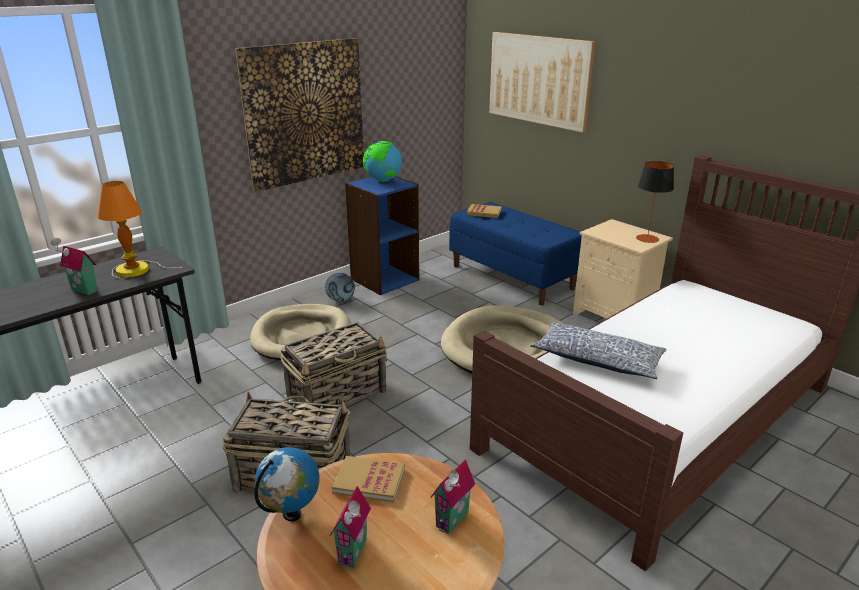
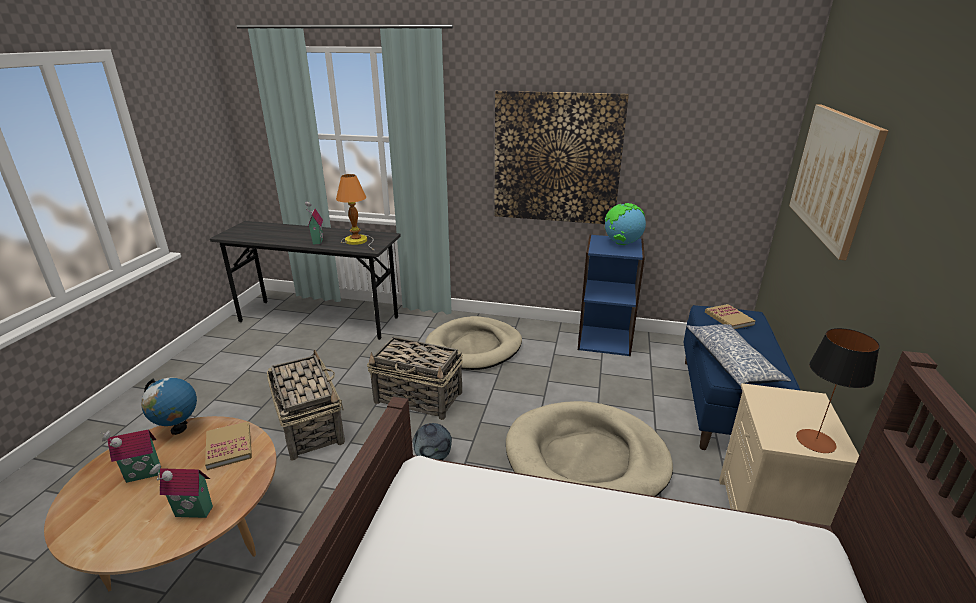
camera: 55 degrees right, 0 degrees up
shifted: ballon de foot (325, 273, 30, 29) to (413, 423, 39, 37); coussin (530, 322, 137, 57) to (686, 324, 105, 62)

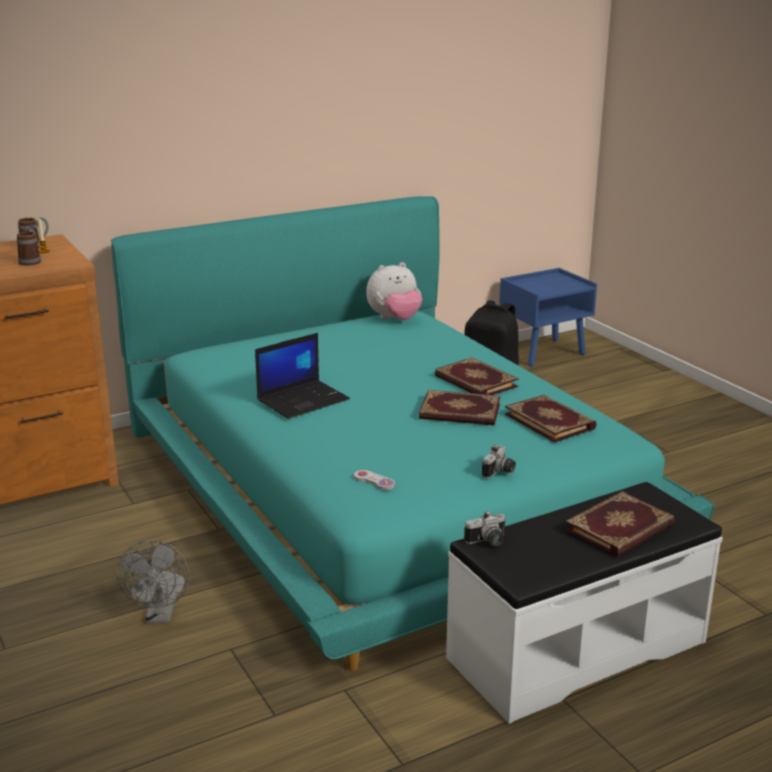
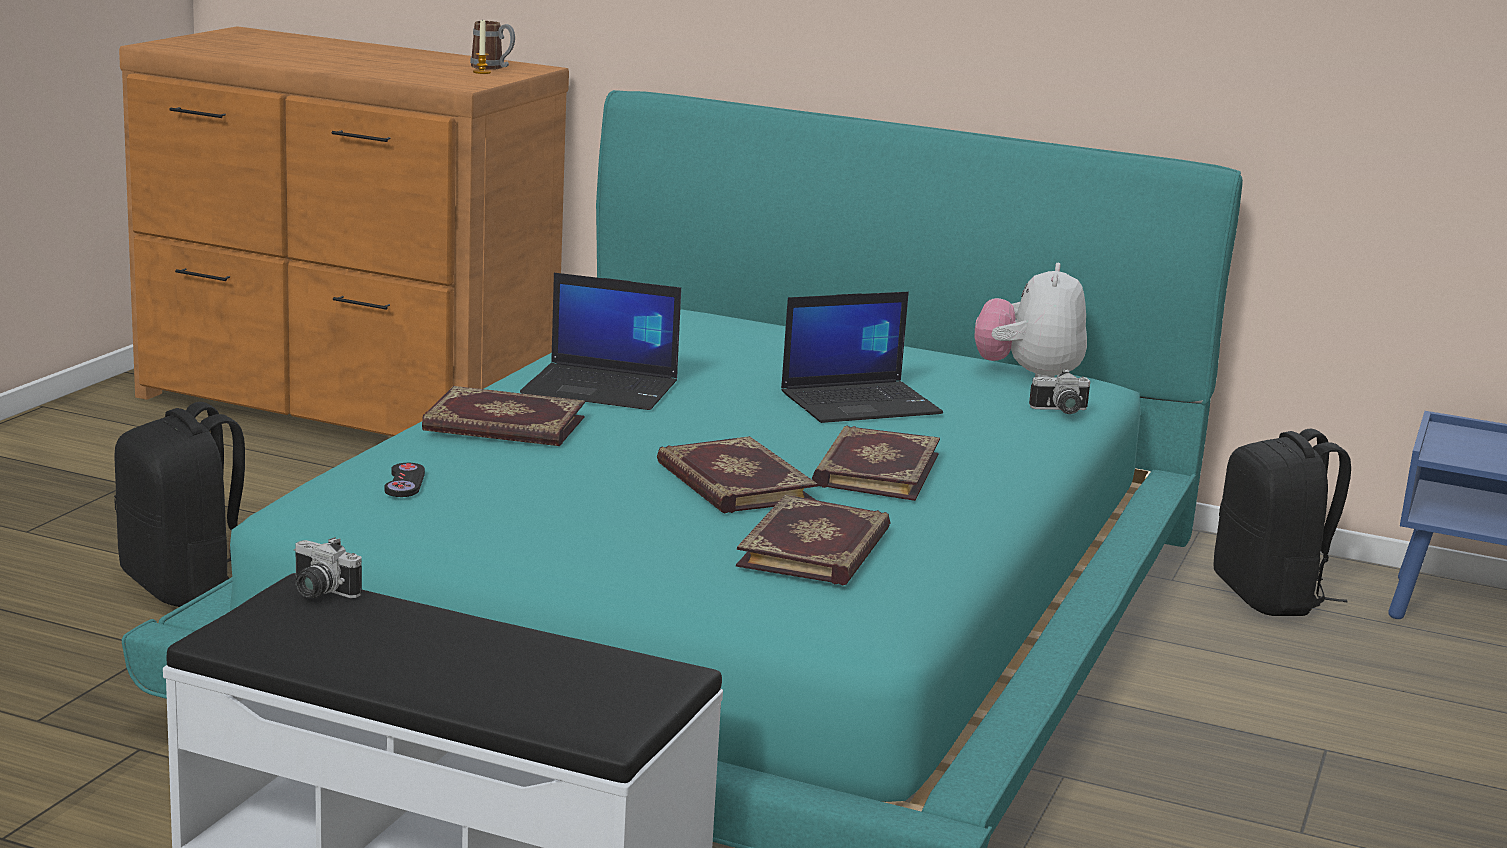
camera: 50 degrees right, 5 degrees down
gone: mug (17, 229, 24, 37)
new: ordinateur portable (781, 292, 162, 131)
shifted: appareil photo (482, 445, 34, 33) to (1029, 369, 61, 45); livre (565, 491, 110, 66) to (422, 386, 163, 60)
swapped: ventilateur (gris) (117, 540, 73, 84) to sac à dos (noir) (114, 402, 131, 205)
repainted: manette (blanc) (354, 470, 41, 20) to manette (noir) (385, 463, 40, 34)
rotated: peluche (366, 262, 56, 58) = (974, 263, 113, 115) 75 degrees clockwise

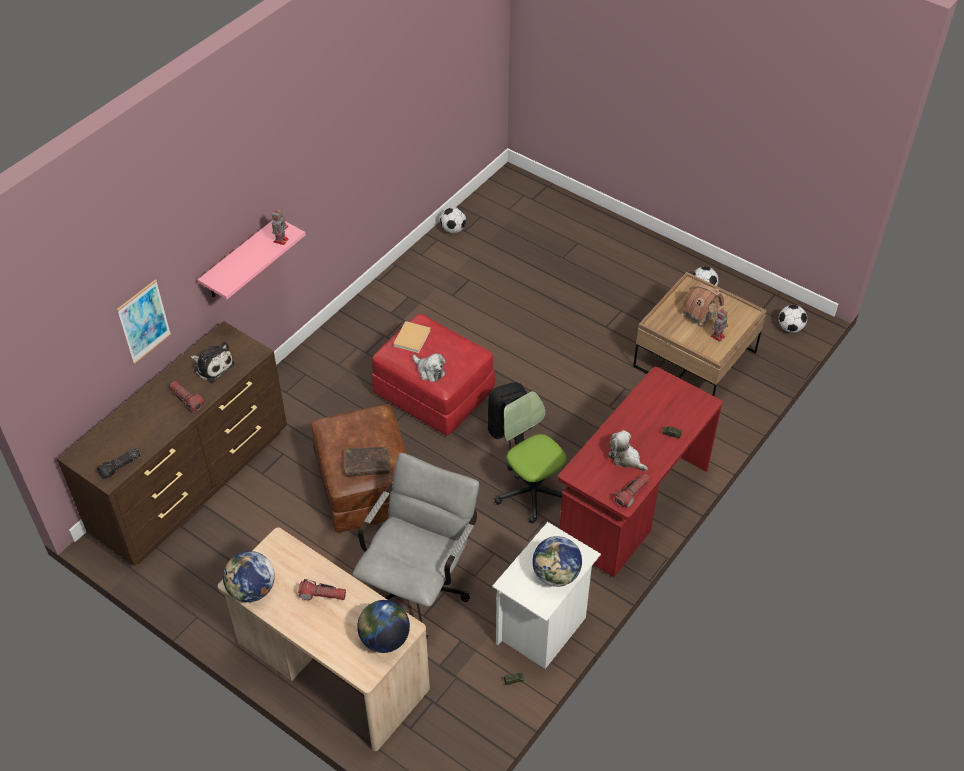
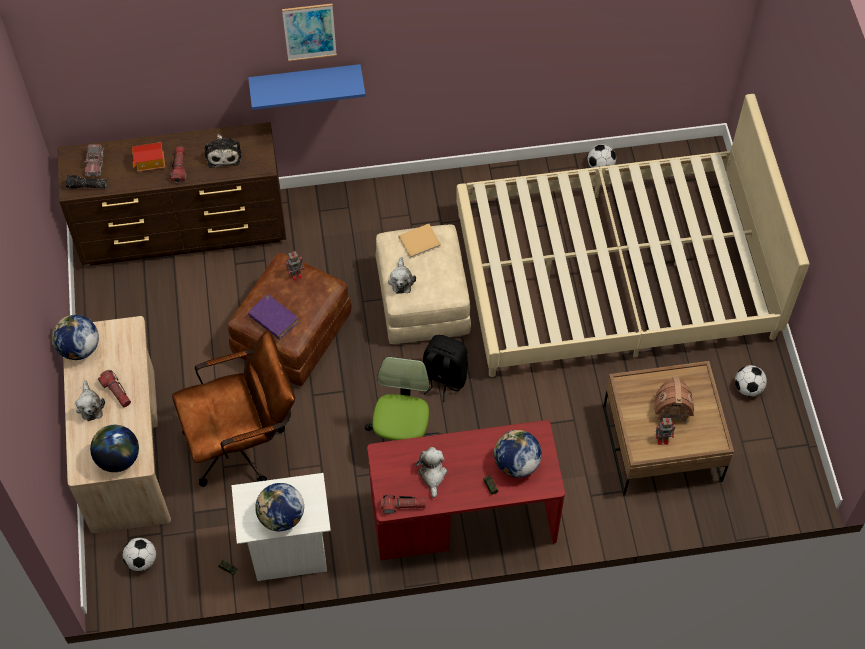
camera: 45 degrees right, 10 degrees up
new: lit (beige) (456, 94, 353, 283); maison miniature (132, 142, 33, 30); camion jouet (84, 144, 20, 32); peluche (75, 381, 30, 40); globe (494, 430, 48, 48)
shifted: robot jouet (272, 209, 16, 36) to (286, 251, 18, 30); tableau (117, 279, 54, 85) to (282, 4, 55, 57); ballon de foot (779, 305, 28, 28) to (122, 538, 34, 33)
repainted: étagère (rose) (198, 220, 108, 79) to étagère (bleu) (248, 64, 118, 46); pouf (rouge) (372, 314, 123, 122) to pouf (beige) (375, 225, 96, 119); livre (marron) (345, 447, 45, 29) to livre (violet) (248, 294, 51, 45); chaise de bureau (gris) (352, 453, 127, 185) to chaise de bureau (marron) (172, 330, 123, 157)

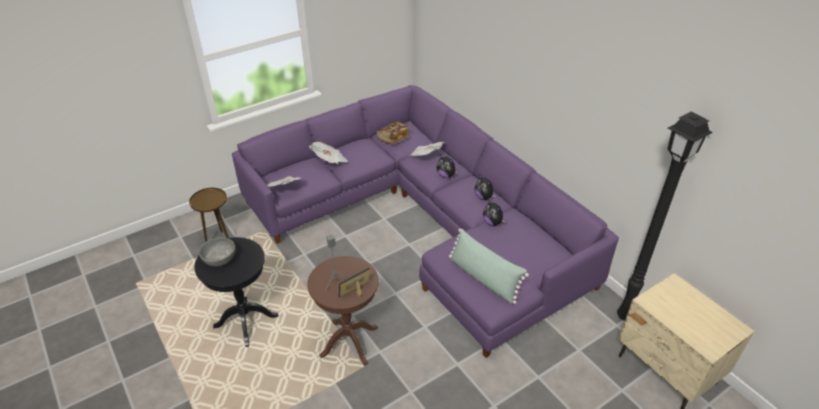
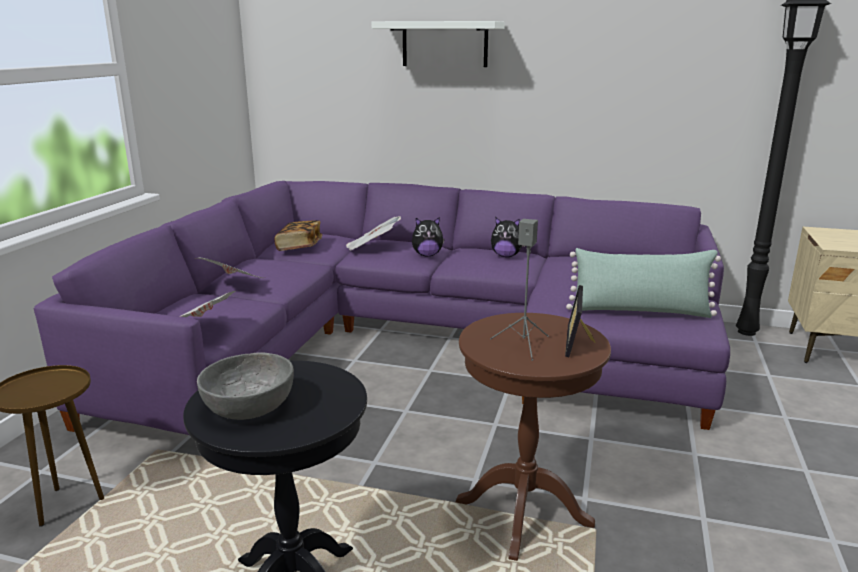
camera: 40 degrees left, 20 degrees down
gone: peluche (483, 199, 23, 27)
new: étagère (blanc) (372, 21, 133, 46)

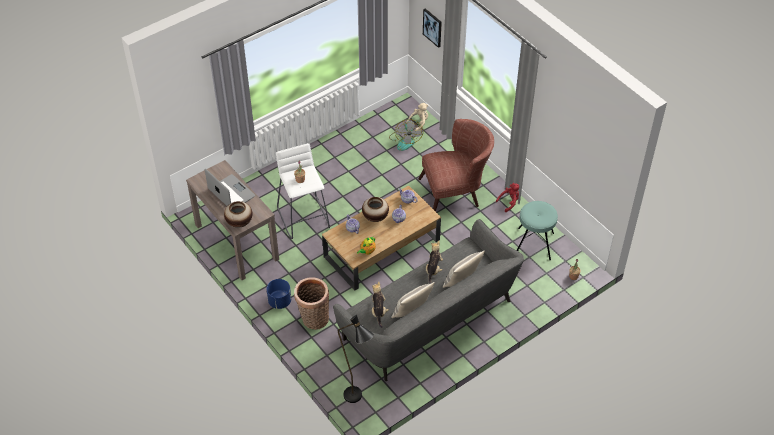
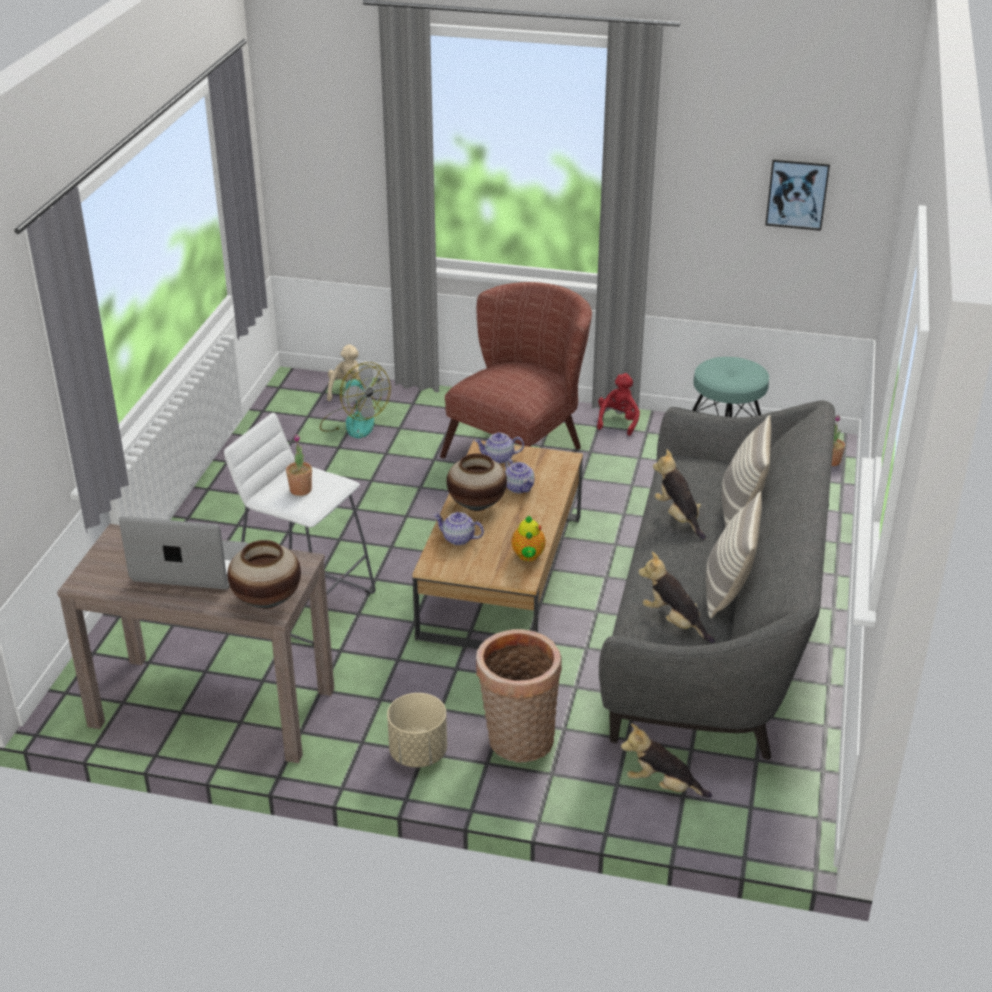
camera: 40 degrees left, 15 degrees down
gone: lampadaire (noir) (338, 315, 36, 88)
new: peluche (621, 723, 91, 75)
shifted: tableau (423, 8, 19, 40) to (765, 158, 65, 73)
repainted: cache-pot (bleu) (266, 279, 25, 30) to cache-pot (beige) (387, 693, 60, 75)

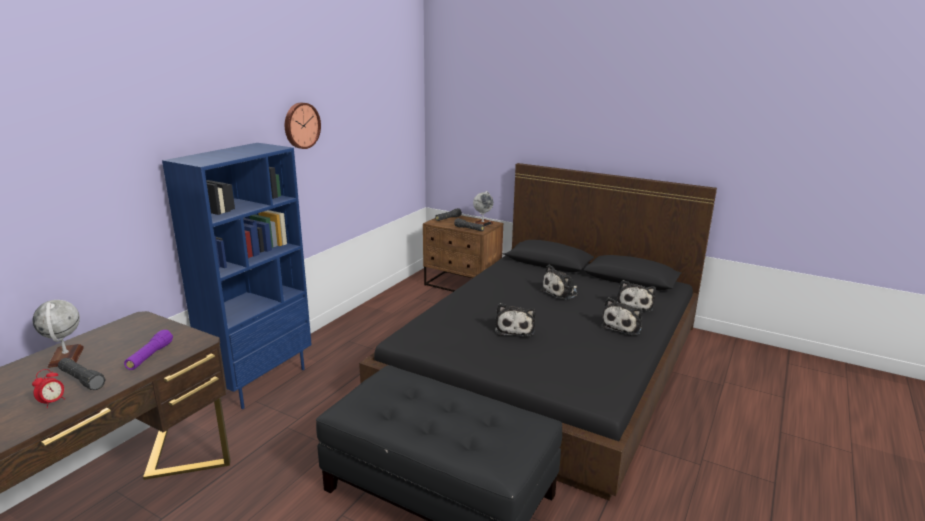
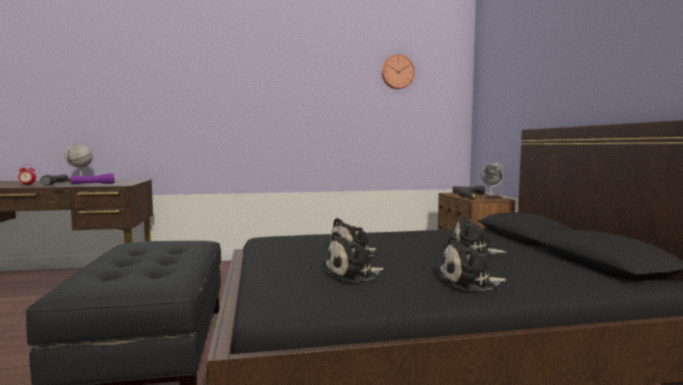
camera: 50 degrees right, 15 degrees down
gone: bibliothèque (bleu) (162, 143, 150, 266)
shifted: horloge murale (285, 103, 36, 46) to (381, 54, 34, 35); peluche (617, 280, 39, 32) to (323, 231, 61, 51)

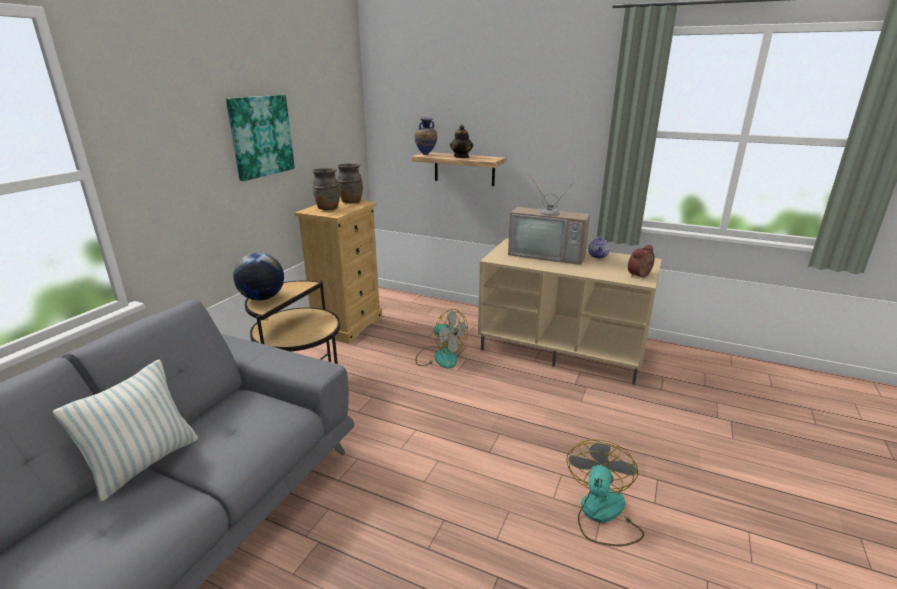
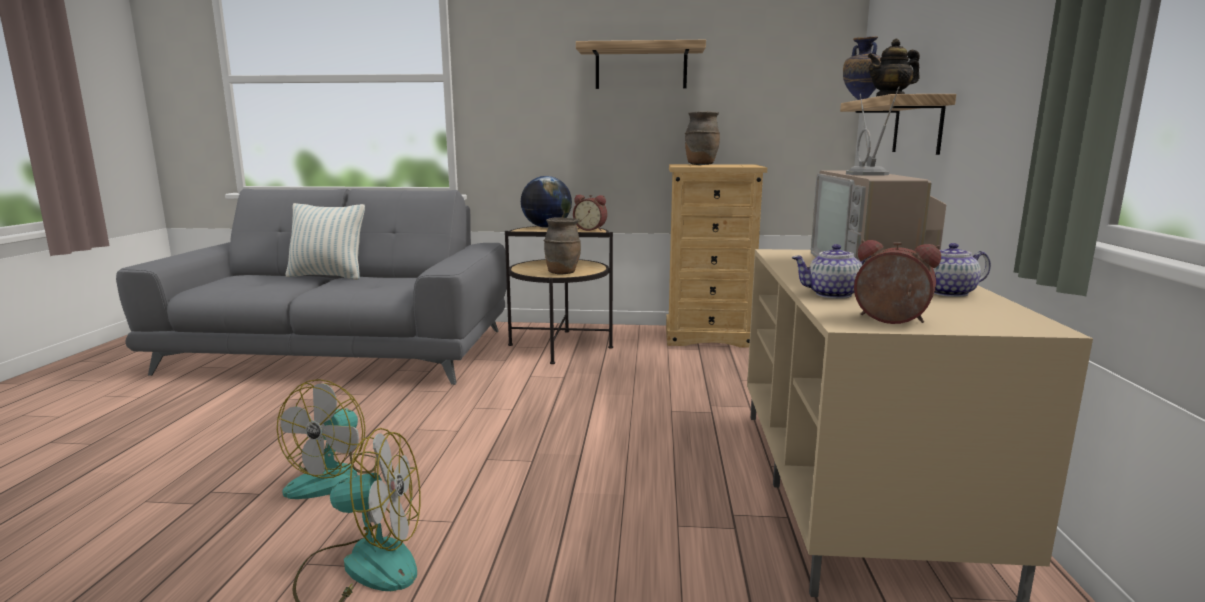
camera: 70 degrees right, 10 degrees down
new: réveil (573, 195, 34, 36); théière (792, 244, 79, 55)
shifted: vase (marron) (337, 163, 26, 40) to (544, 217, 37, 58); ventilateur (416, 309, 52, 60) to (277, 379, 101, 120)
swapped: tableau (226, 95, 69, 86) to étagère (576, 40, 130, 49)

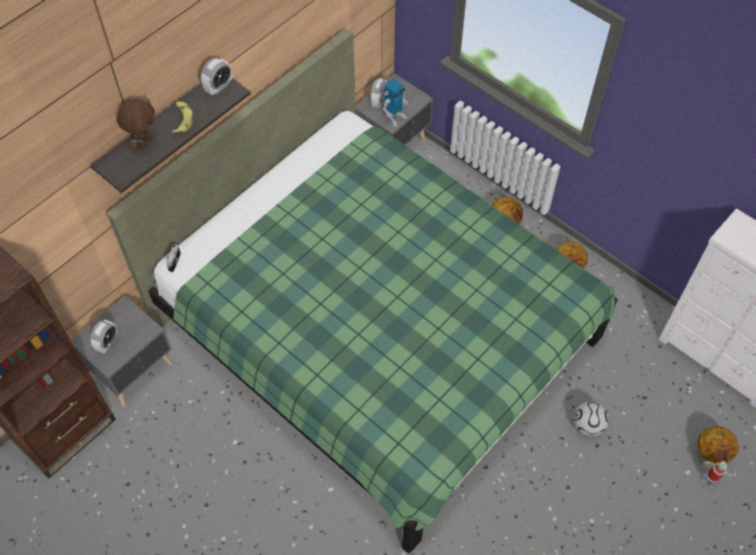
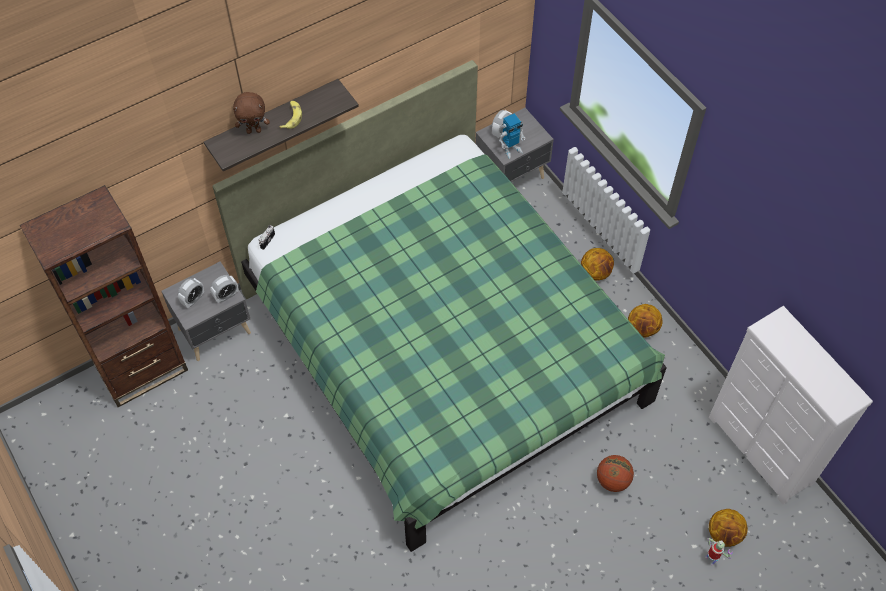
camera: 15 degrees right, 0 degrees up
shifted: réveil (201, 58, 31, 37) to (210, 275, 28, 28)
swapped: ballon de foot (573, 402, 36, 35) to ballon de basket (597, 455, 37, 37)
rotated: peluche (marron) (117, 99, 38, 50) = (233, 92, 37, 42) 45 degrees clockwise

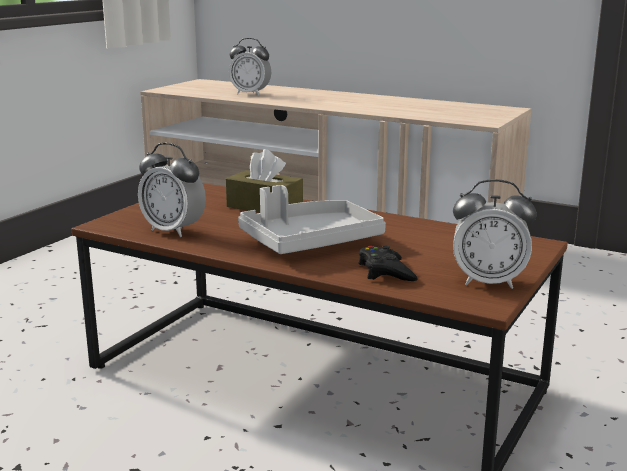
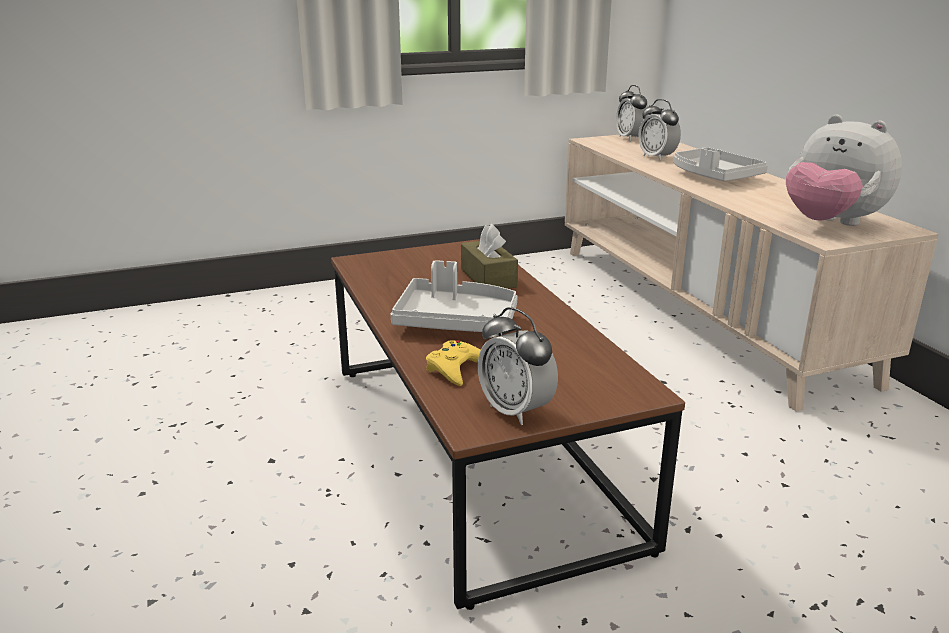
camera: 40 degrees right, 5 degrees up
new: peluche (786, 115, 116, 111); plateau (gris) (673, 147, 95, 34)
shifted: réveil (138, 143, 68, 94) to (616, 85, 32, 56)
repainted: manette (noir) (358, 246, 60, 35) to manette (jaune) (426, 340, 55, 46)

